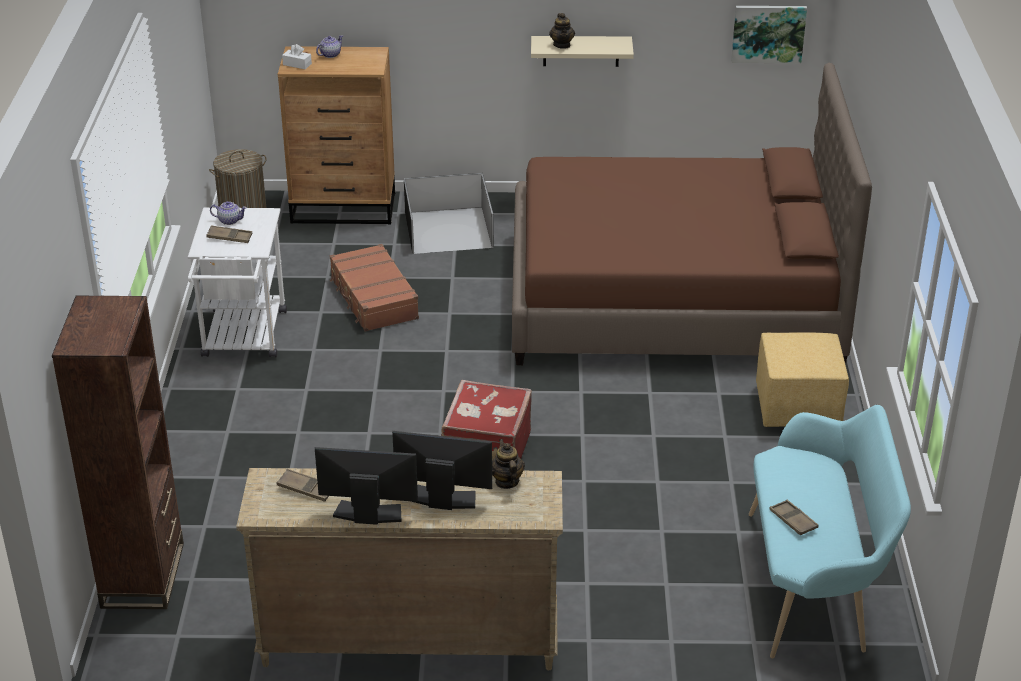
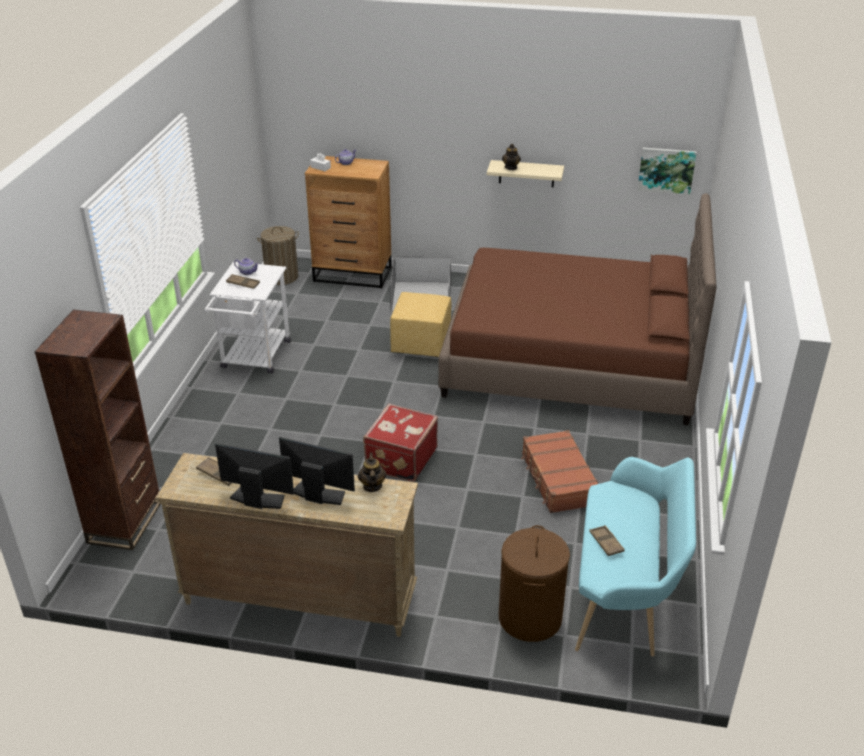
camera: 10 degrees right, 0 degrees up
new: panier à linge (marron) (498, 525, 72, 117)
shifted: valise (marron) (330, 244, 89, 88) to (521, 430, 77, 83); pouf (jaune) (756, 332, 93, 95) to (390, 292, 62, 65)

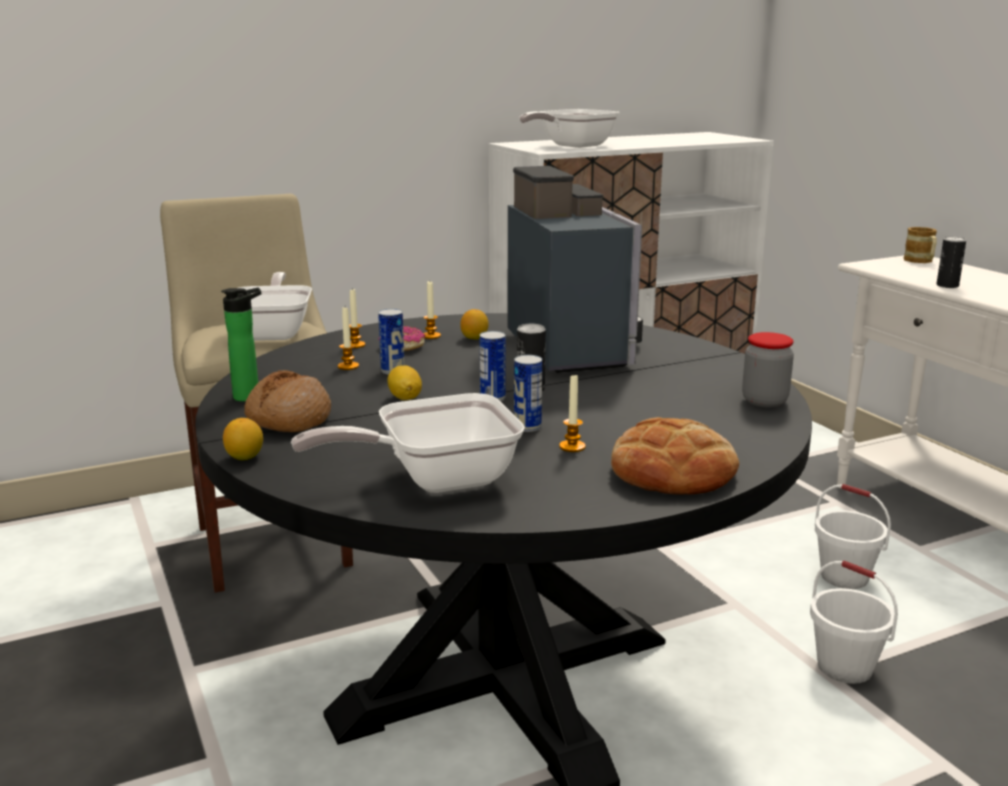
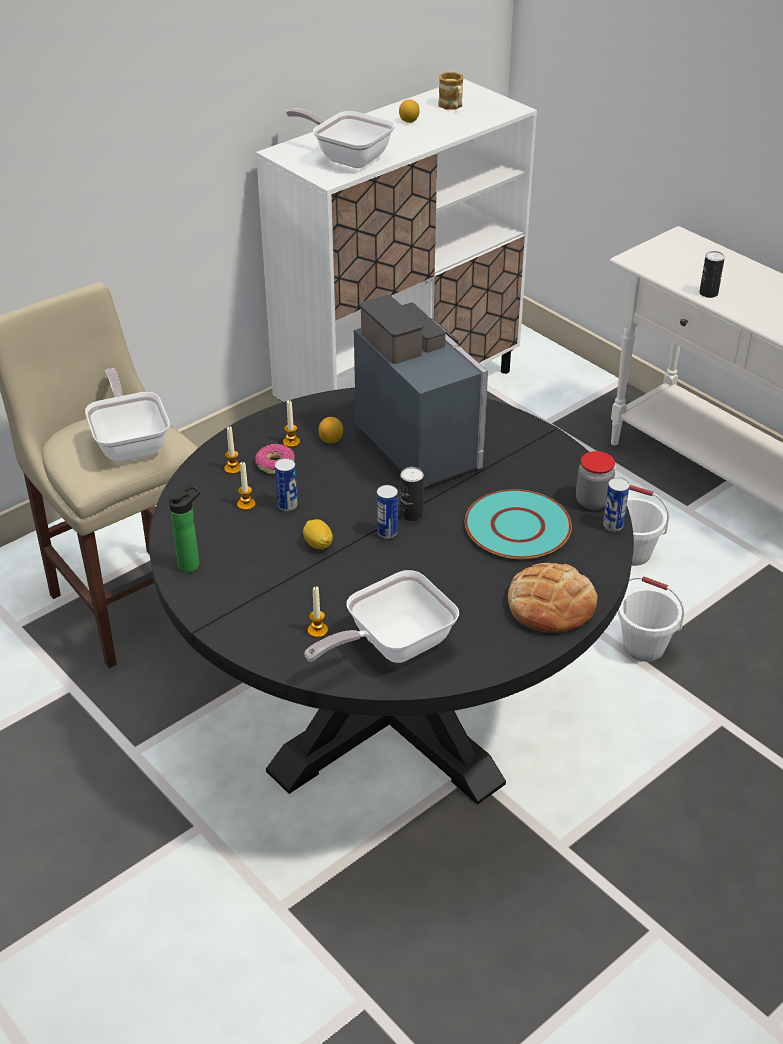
camera: 15 degrees left, 20 degrees up
gone: pain (245, 370, 86, 62)
new: assiette (turquoise) (465, 489, 107, 70)
shifted: mug (904, 227, 33, 36) to (439, 72, 24, 37); boîte métallique (514, 355, 28, 77) to (603, 478, 27, 54); bougie (559, 375, 27, 77) to (308, 586, 20, 52); citron (223, 418, 40, 42) to (399, 99, 21, 24)
rotated: poêle (519, 109, 101, 39) = (286, 108, 109, 60) 90 degrees clockwise

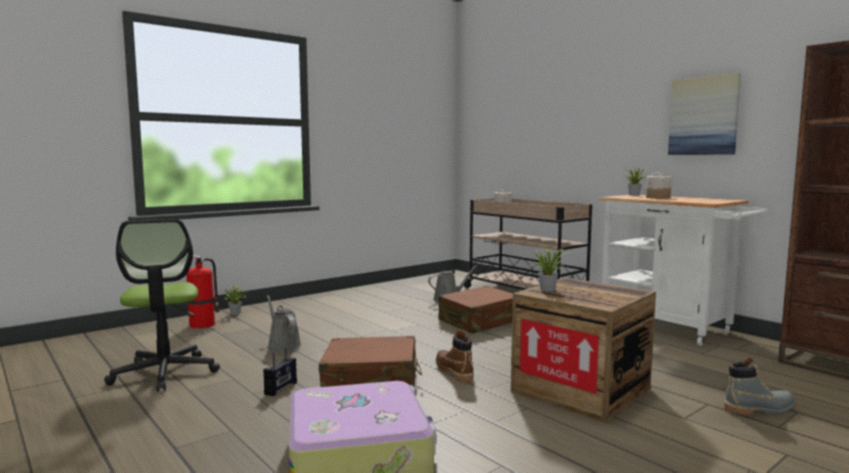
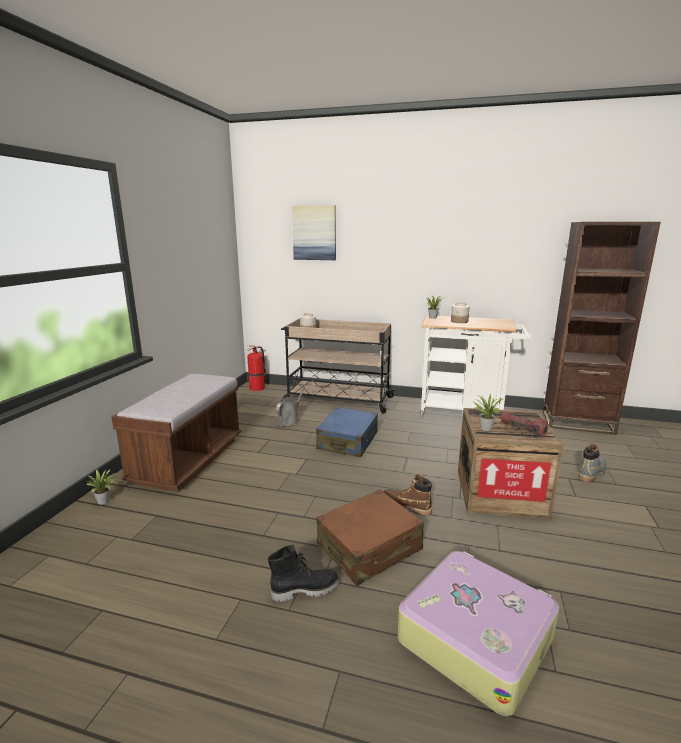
camera: 35 degrees left, 10 degrees up
gone: chaise de bureau (104, 219, 116, 173); arrosoir (gris) (267, 295, 35, 57)
new: banc (marron) (111, 374, 130, 118); lampe de poche (501, 412, 47, 24)
shifted: tableau (668, 73, 73, 82) to (292, 205, 44, 55); extincteur (186, 255, 34, 73) to (247, 345, 20, 46)
swapped: radio (263, 347, 34, 49) to botte (noir) (268, 544, 72, 58)
repainted: valise (marron) (438, 286, 75, 48) to valise (bleu) (316, 407, 62, 50)

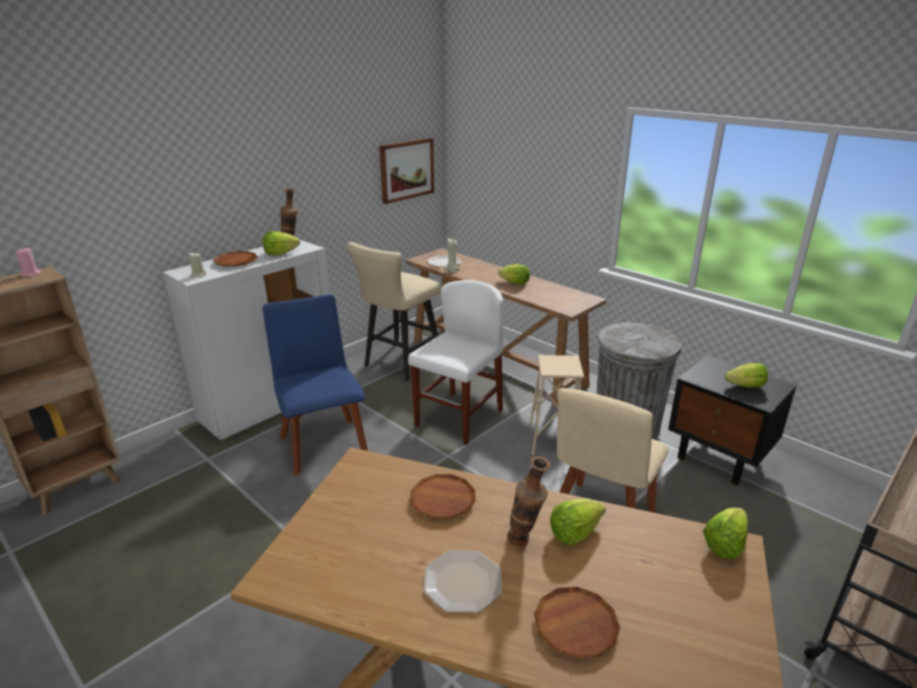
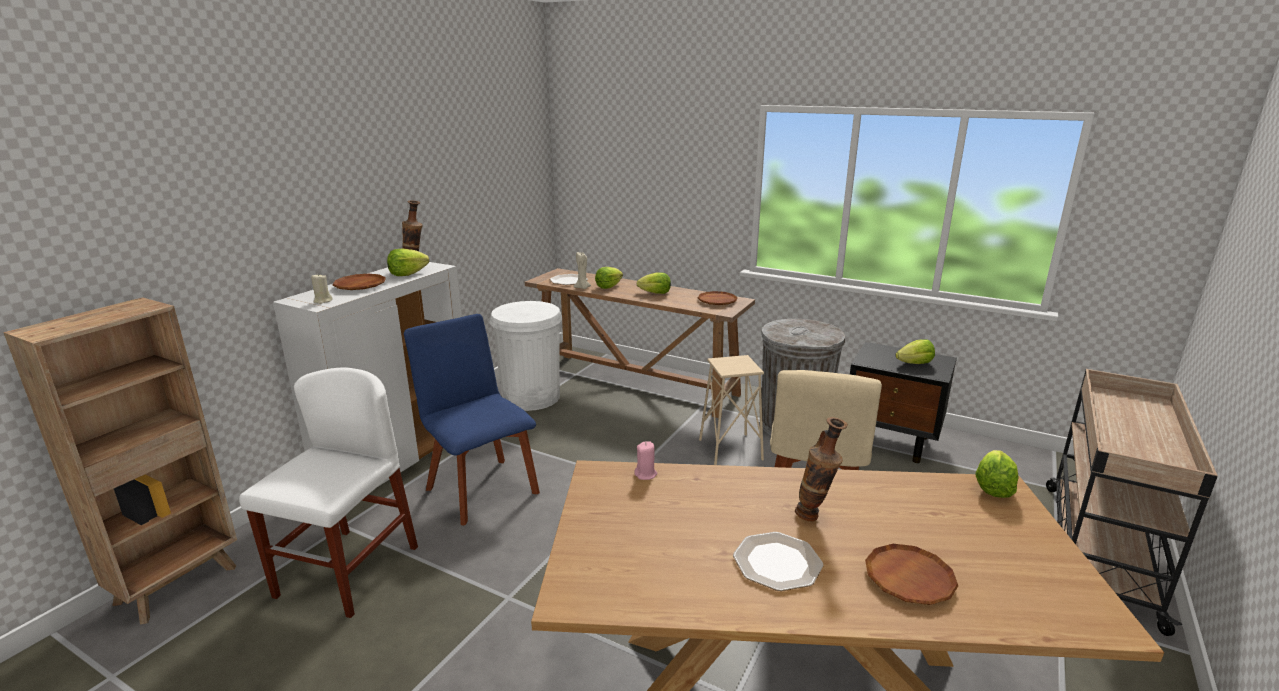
camera: 15 degrees left, 5 degrees down
gone: tableau (379, 138, 55, 66)
shifted: bougie (rose) (15, 247, 27, 30) to (634, 441, 23, 39); chaise (blanc) (408, 280, 95, 165) to (239, 367, 179, 251); assiette (marron) (410, 474, 65, 45) to (698, 291, 39, 14); laitue (550, 499, 56, 46) to (595, 267, 28, 22)
swapped: tabouret (beige) (347, 242, 95, 139) to poubelle (blanc) (489, 301, 73, 110)

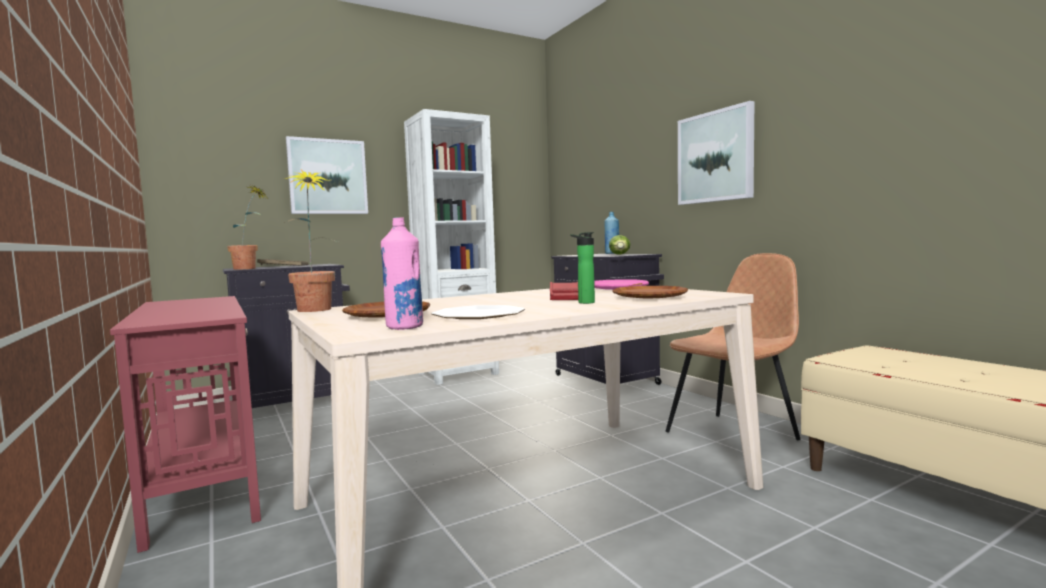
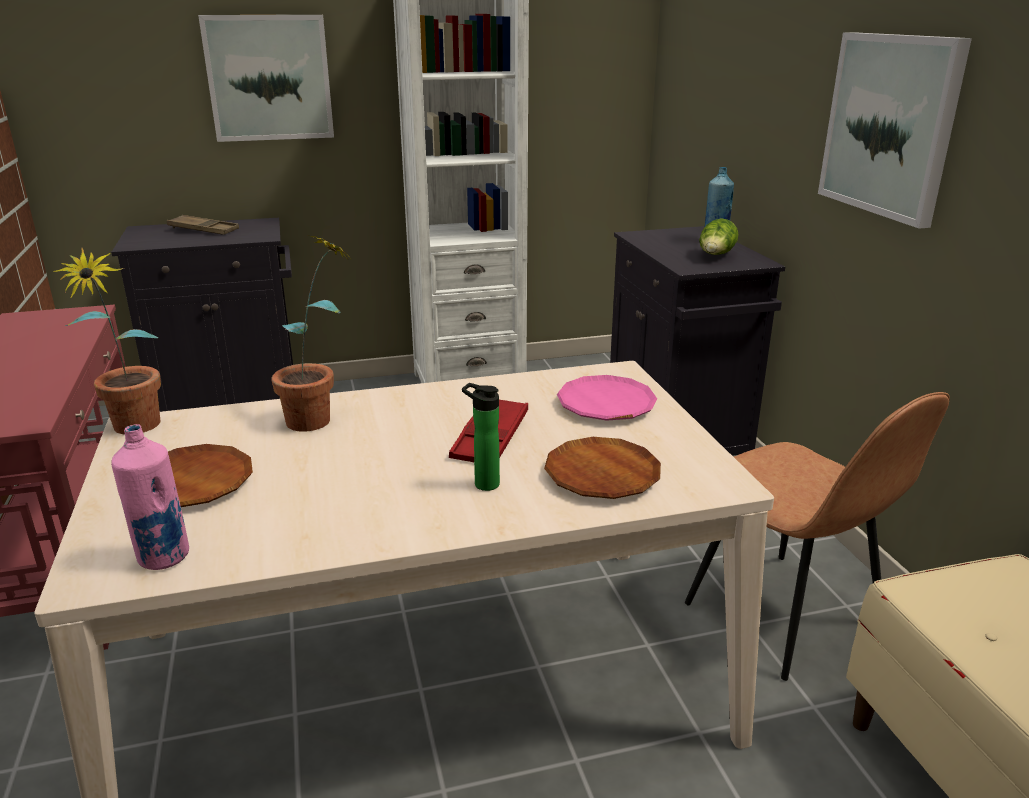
camera: 15 degrees right, 20 degrees up
gone: assiette (431, 305, 94, 14)
shifted: plante en pot (227, 184, 39, 86) to (271, 235, 82, 197)
rotated: chaise (marron) (666, 253, 135, 187) = (685, 392, 265, 289) 75 degrees clockwise

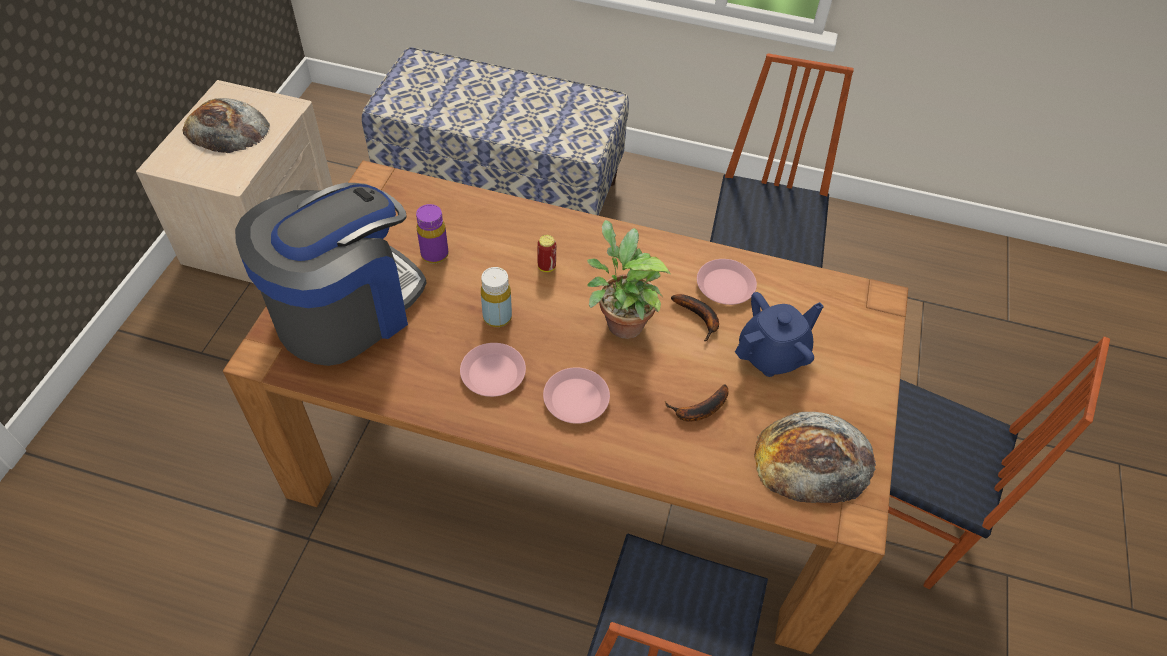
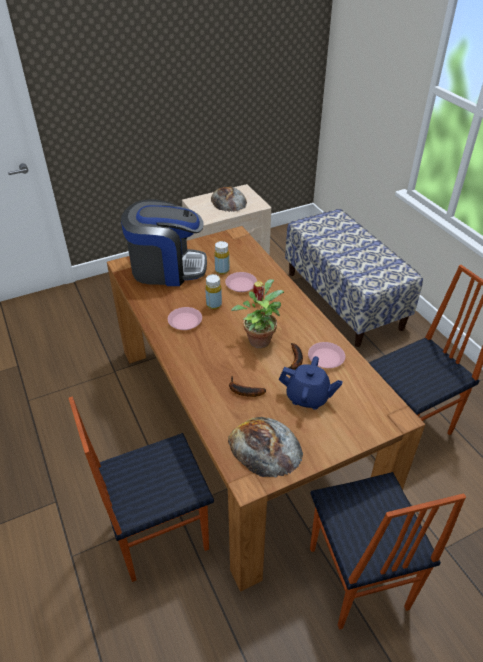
camera: 50 degrees right, 10 degrees down
shifted: assiette (rose) (543, 367, 67, 57) to (225, 272, 32, 20)
repainted: bouteille (violet) (416, 204, 32, 60) to bouteille (jaune) (214, 241, 16, 34)

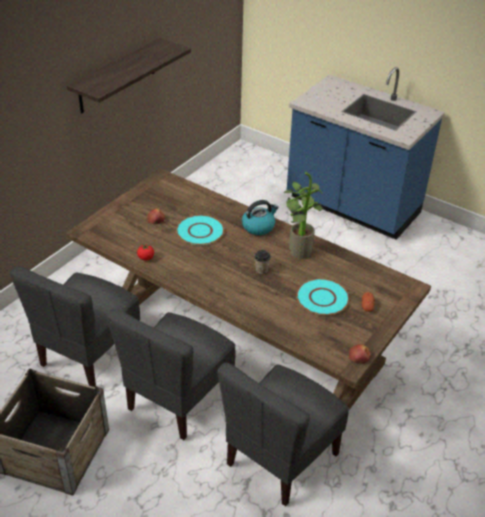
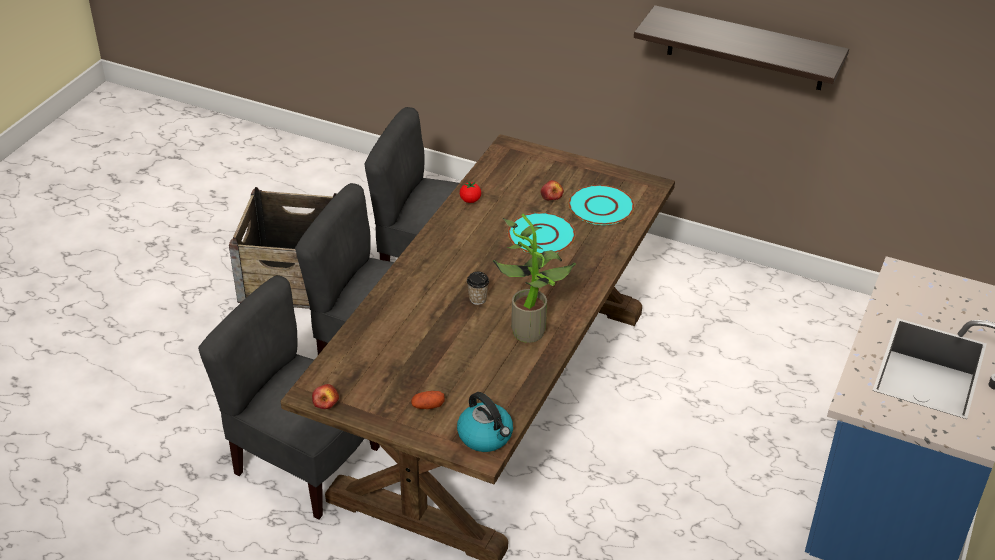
camera: 80 degrees right, 0 degrees up
shifted: bouilloire (242, 200, 37, 35) to (457, 392, 56, 60); assiette (turquoise) (296, 278, 54, 37) to (569, 185, 65, 40)

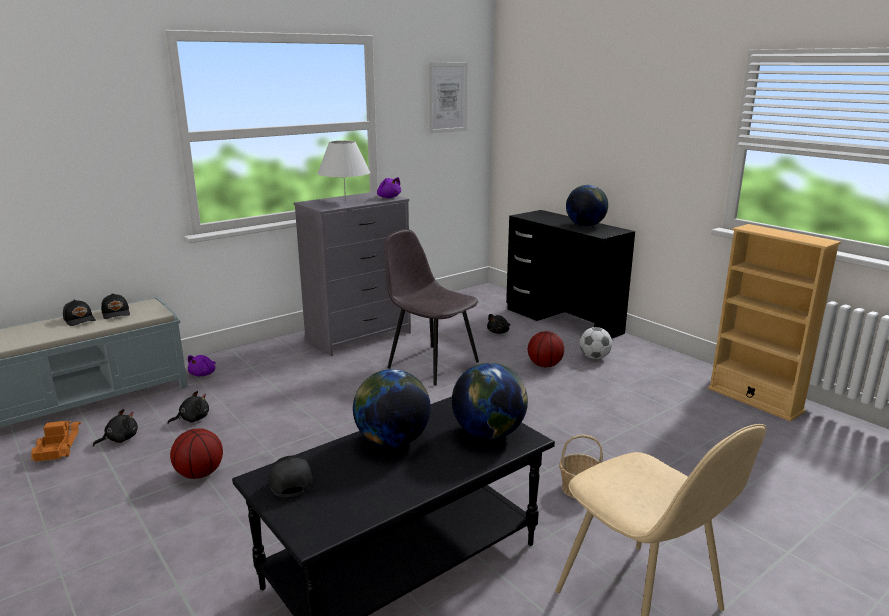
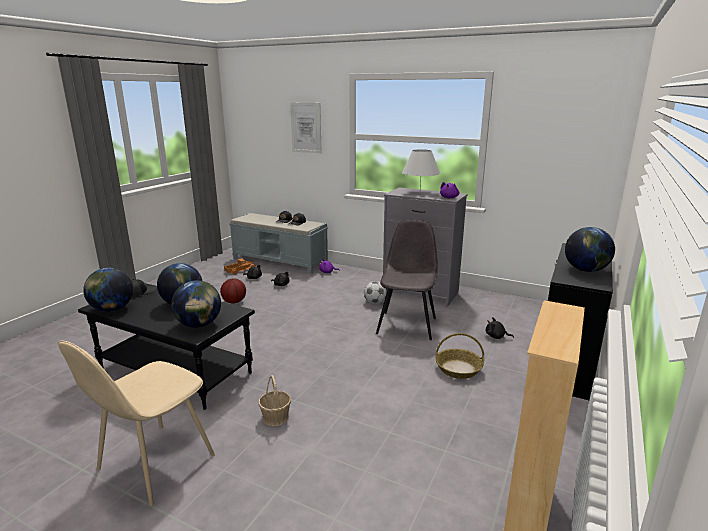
camera: 65 degrees right, 0 degrees up
new: globe (83, 268, 50, 44)
shifted: tableau (429, 62, 39, 72) to (290, 103, 31, 50); ballon de foot (580, 327, 32, 32) to (364, 281, 22, 23)
swapped: ballon de basket (528, 331, 36, 36) to panier (435, 333, 49, 46)

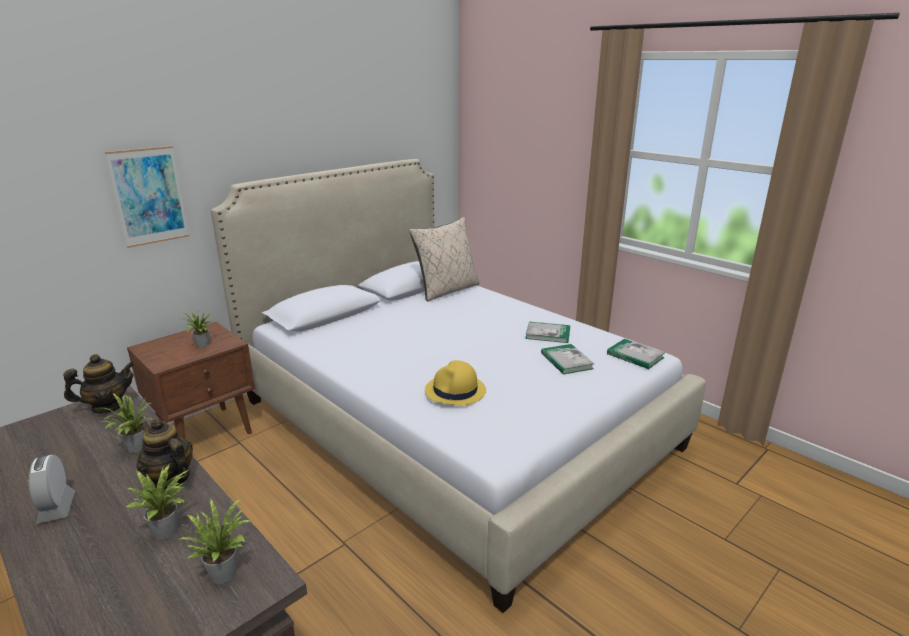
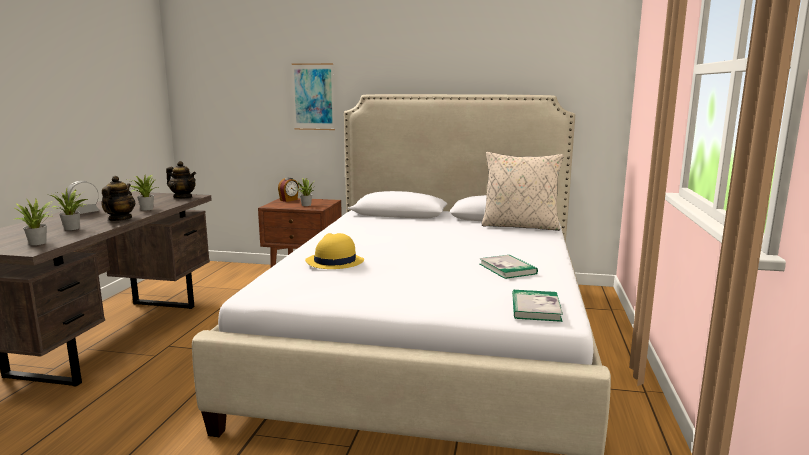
camera: 55 degrees right, 10 degrees down
gone: livre (541, 344, 53, 31)
new: réveil (278, 178, 21, 24)

